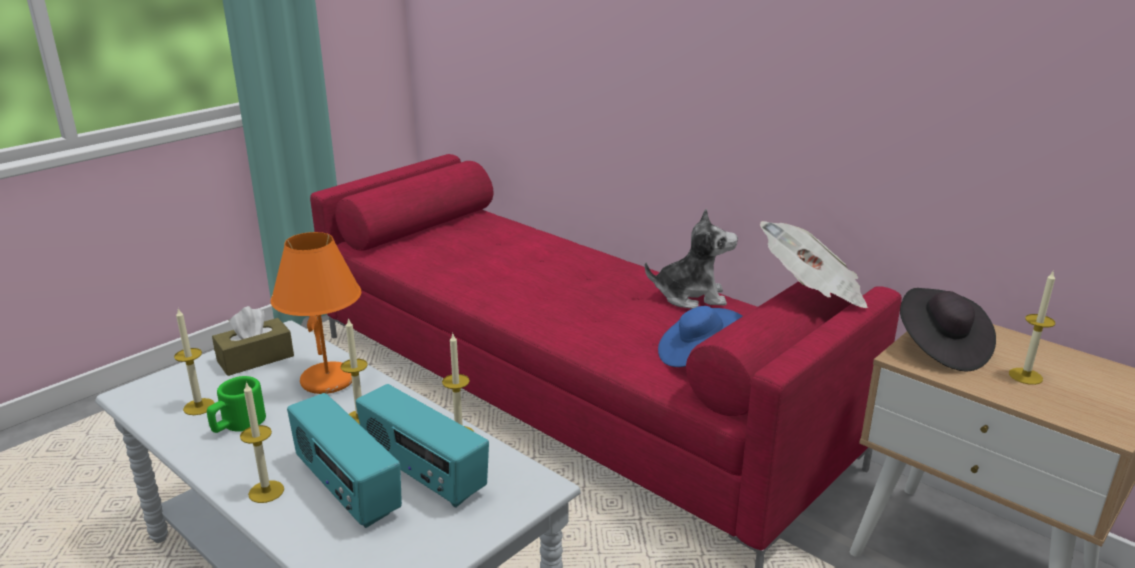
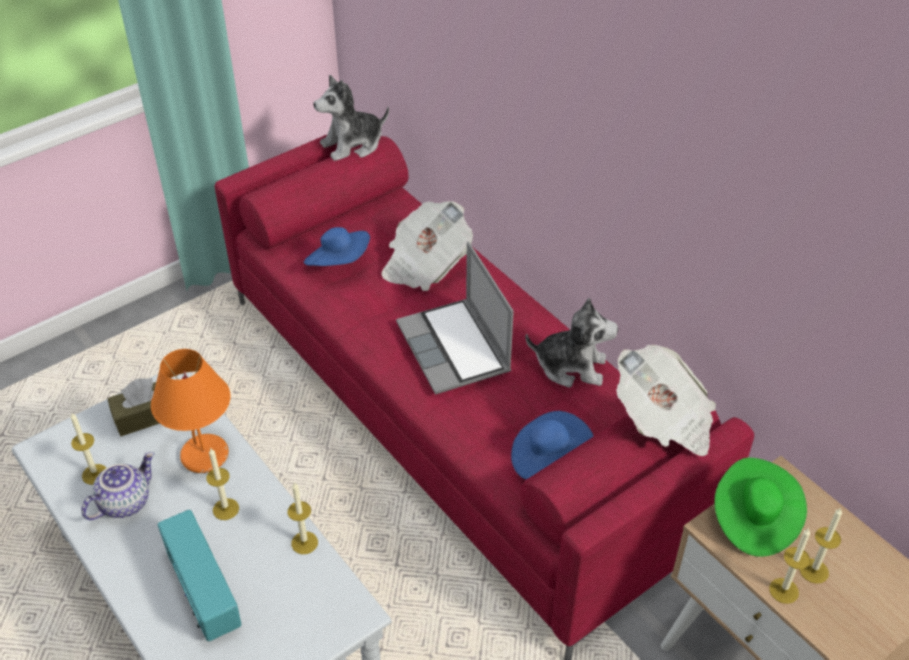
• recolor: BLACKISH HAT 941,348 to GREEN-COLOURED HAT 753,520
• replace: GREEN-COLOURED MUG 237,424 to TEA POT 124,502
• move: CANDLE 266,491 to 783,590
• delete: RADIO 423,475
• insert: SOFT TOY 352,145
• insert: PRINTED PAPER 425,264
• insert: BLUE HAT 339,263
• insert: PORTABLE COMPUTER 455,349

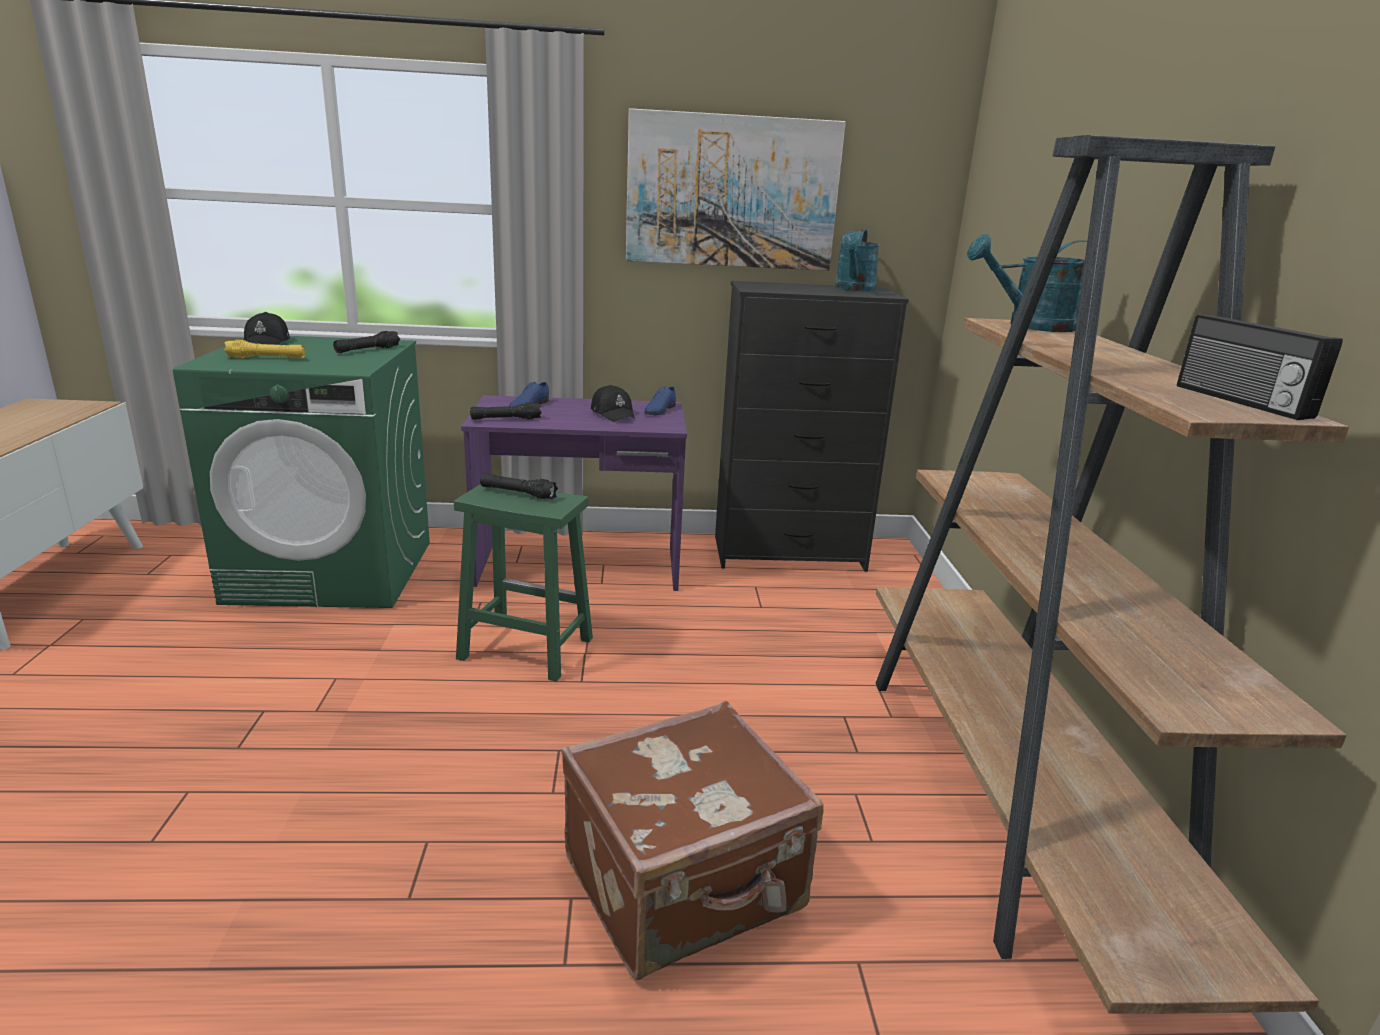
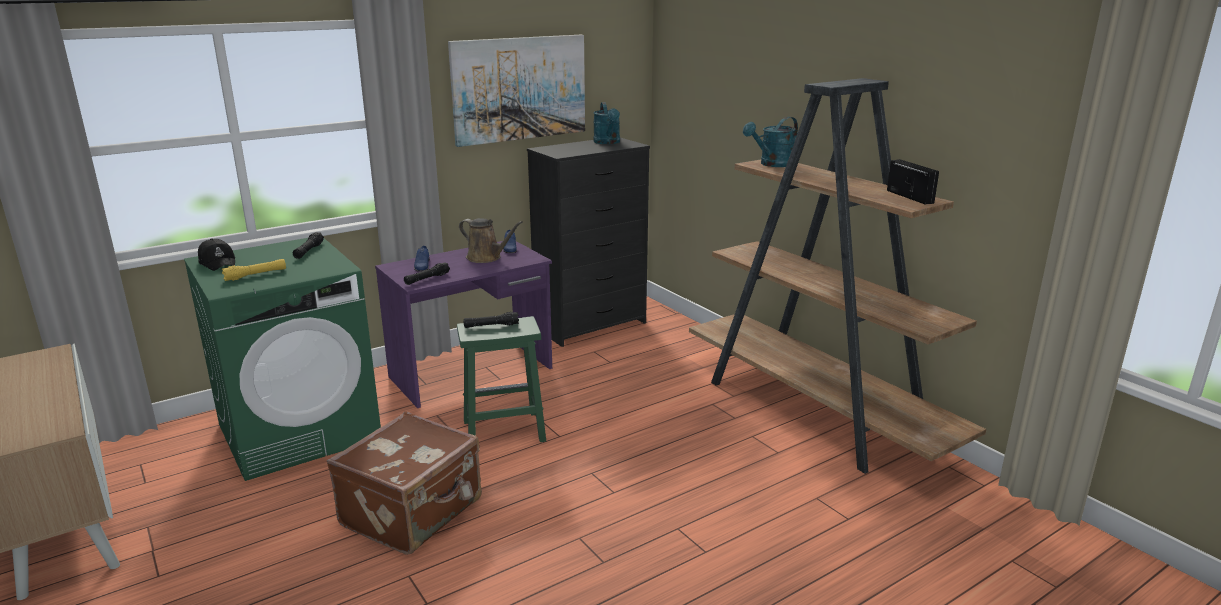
• rotate: RADIO 1239,401 = 910,196 150 degrees counterclockwise
• replace: BLACKISH PEAKED CAP 613,414 to BROWN-COLOURED WATERING POT 486,258
• move: BROWN-COLOURED PIECE OF LUGGAGE 685,886 to 414,513

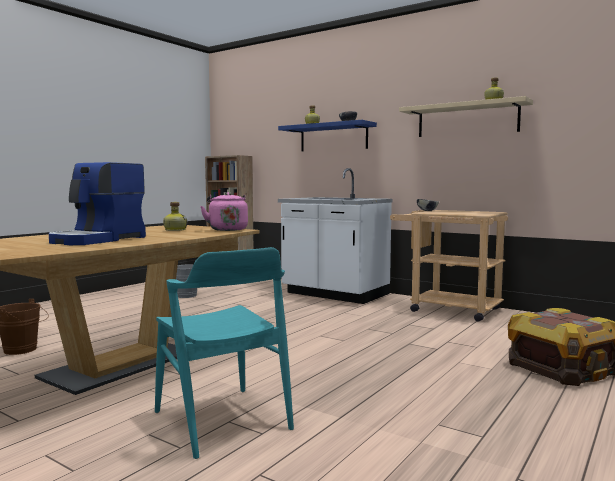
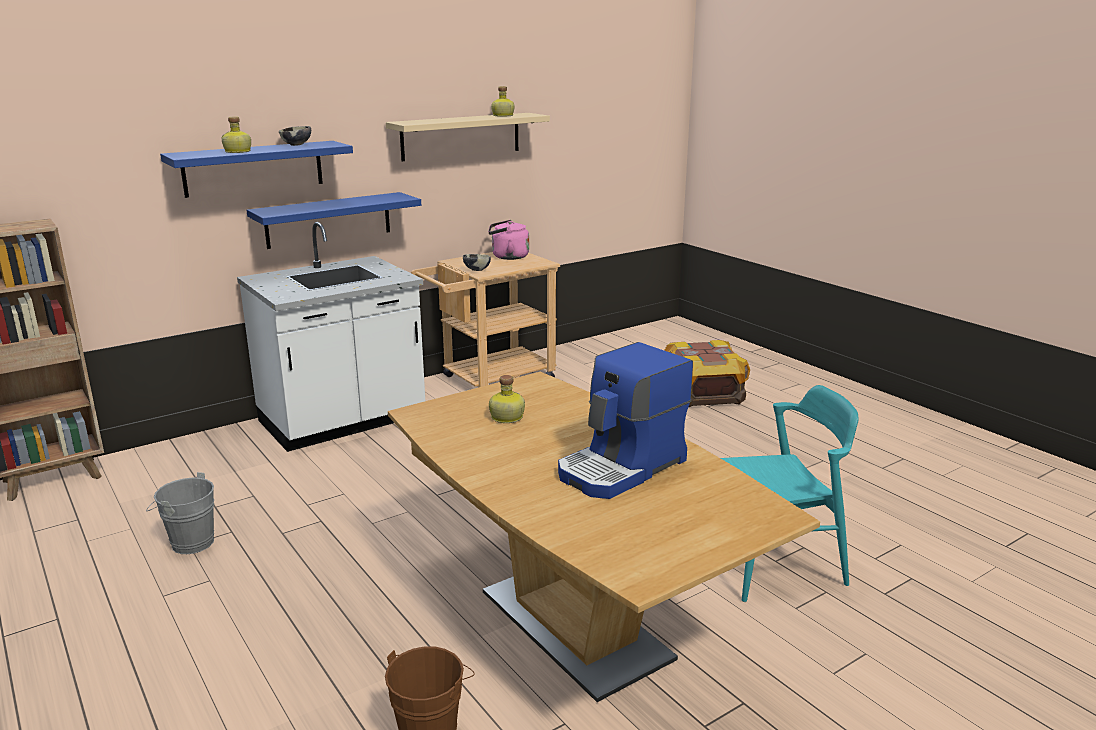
• rotate: COFFEE MAKER 99,240 = 622,468 90 degrees clockwise
• move: PINKISH WATER KETTLE 227,229 to 507,257
• insert: BLUE WALL SHELF 328,220

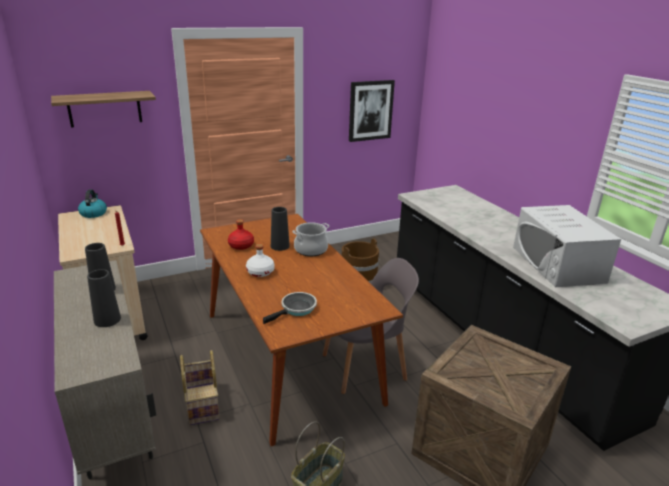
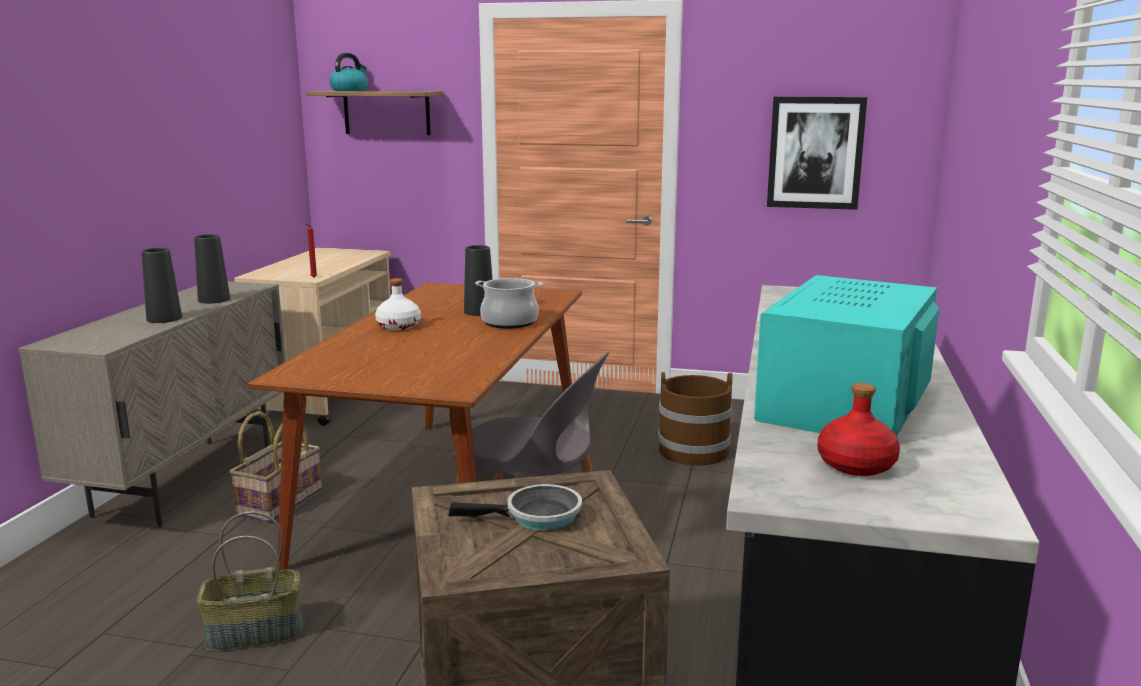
• move: WATER KETTLE 93,213 to 349,90
• recolor: WHITE-COLOURED KITCHEN MICROWAVE 557,264 to BLUE-GREEN KITCHEN MICROWAVE 844,402
• move: REDDISH BEVERAGE BOTTLE 241,245 to 857,465
• move: SKILLET 296,309 to 537,516

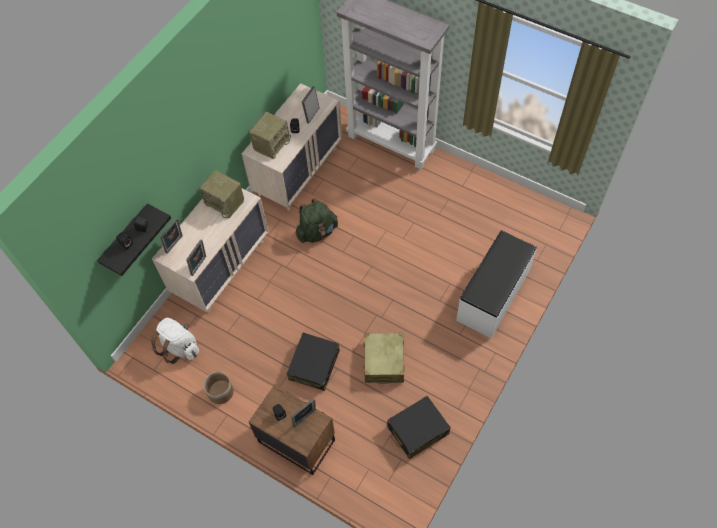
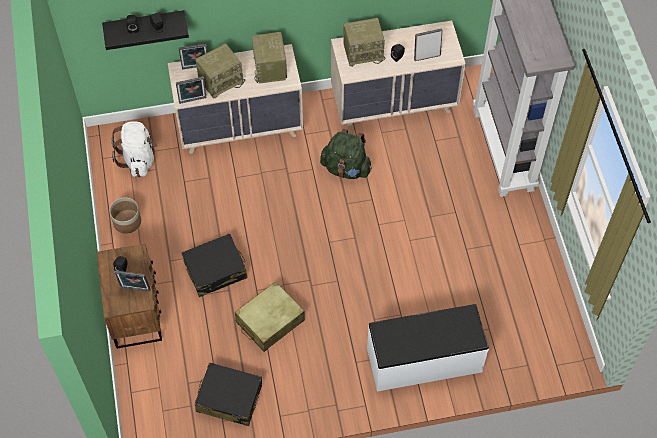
• insert: RADIO 221,80

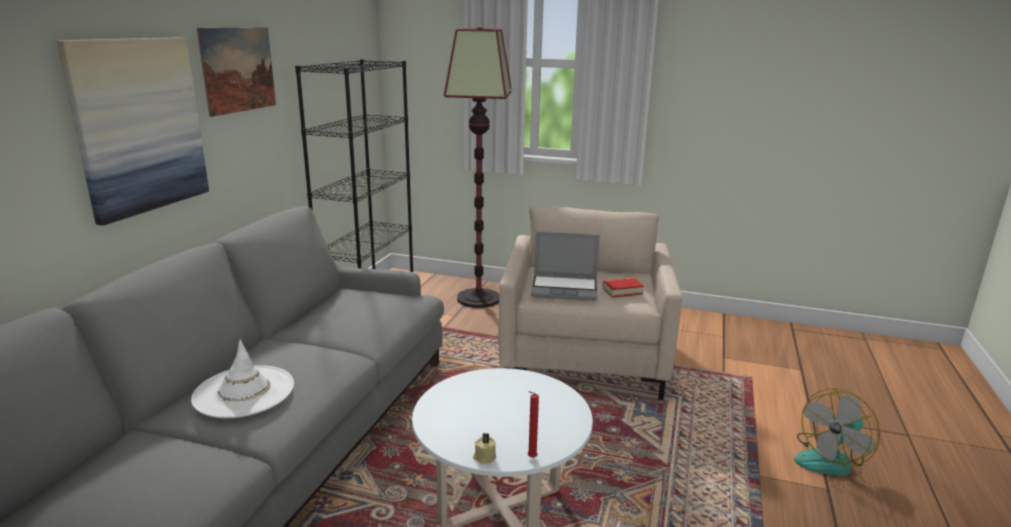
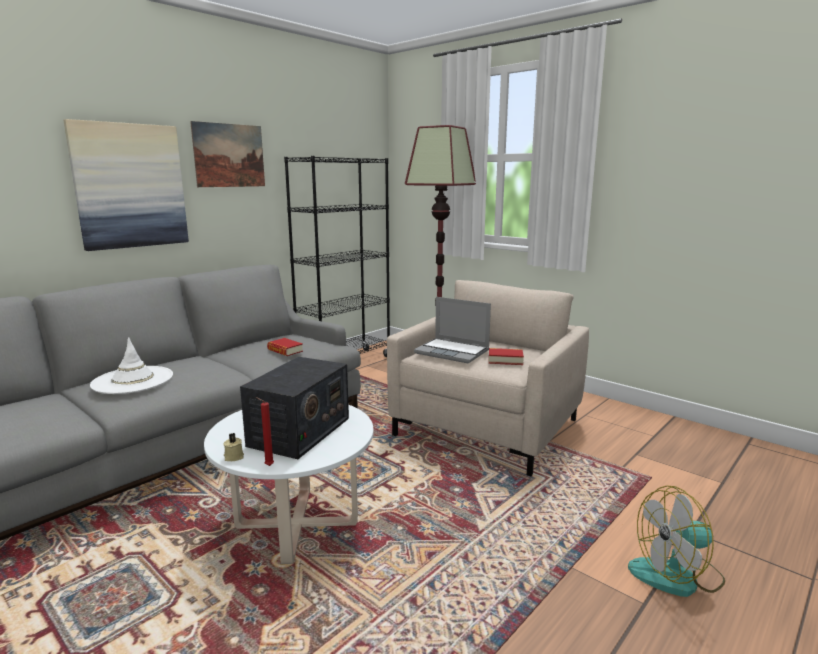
• insert: BOOK 285,350
• insert: RADIO 299,432

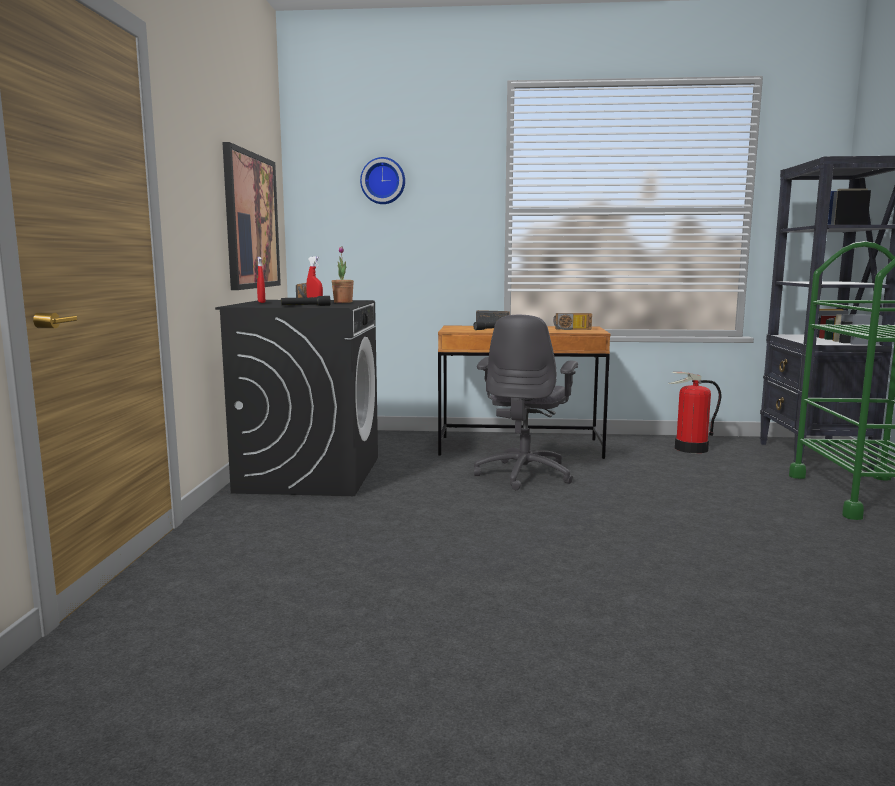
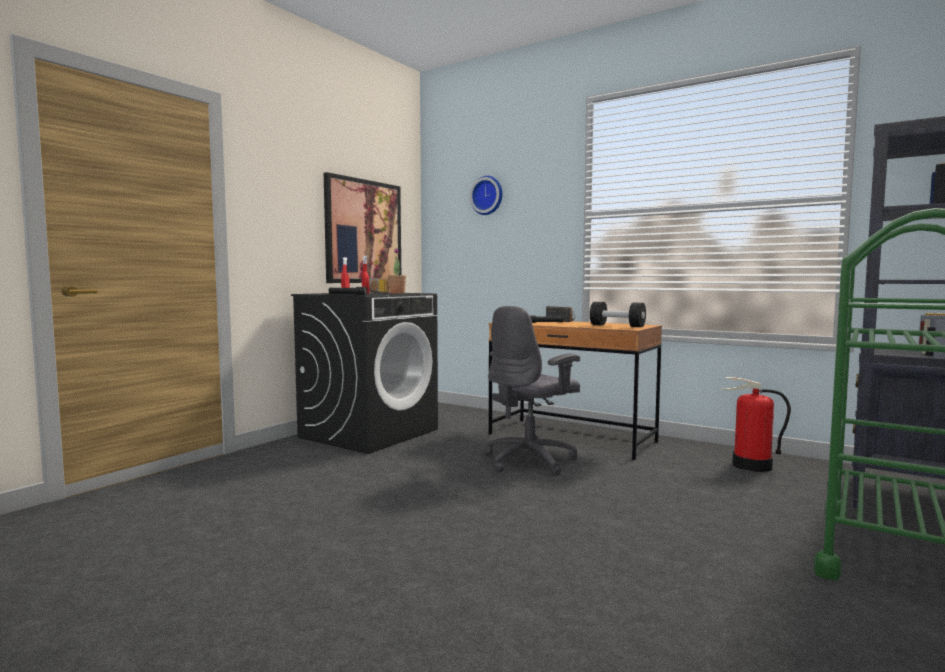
• replace: RADIO 572,329 to BLACKISH DUMBBELL 617,326

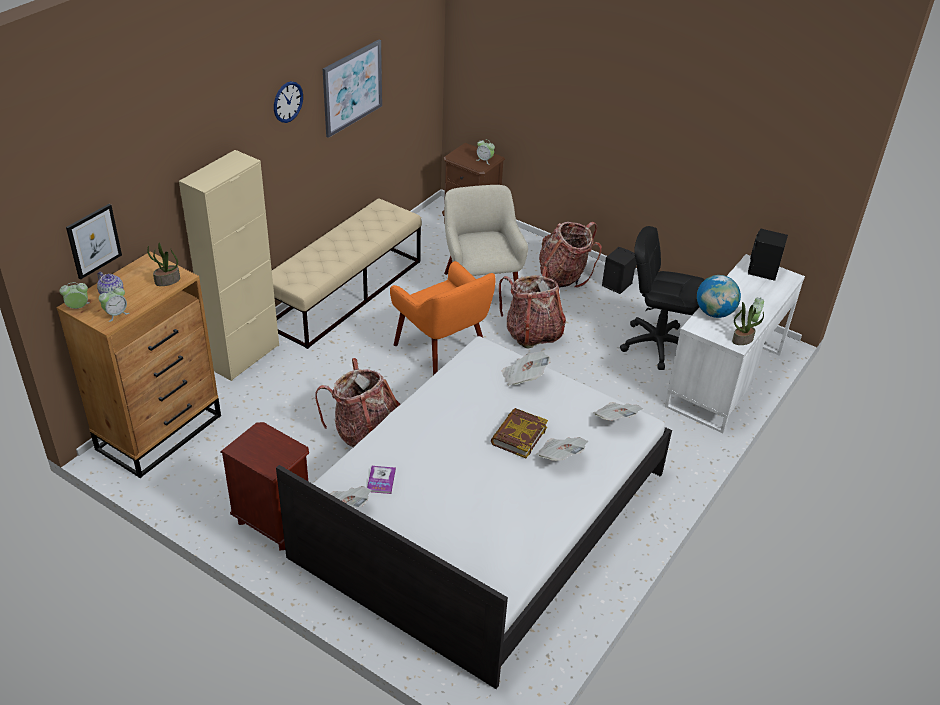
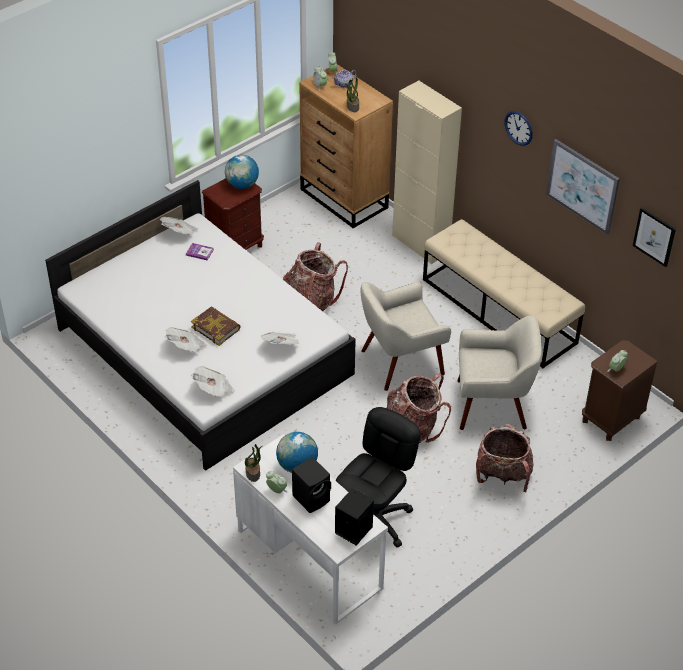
• move: WALL ART 93,241 to 654,236
• move: BLACKISH SPEAKER 616,284 to 312,498
• recolor: ORANGE EASY CHAIR 442,351 to BEIGE-COLOURED EASY CHAIR 400,361
• insert: GLOBE 242,185

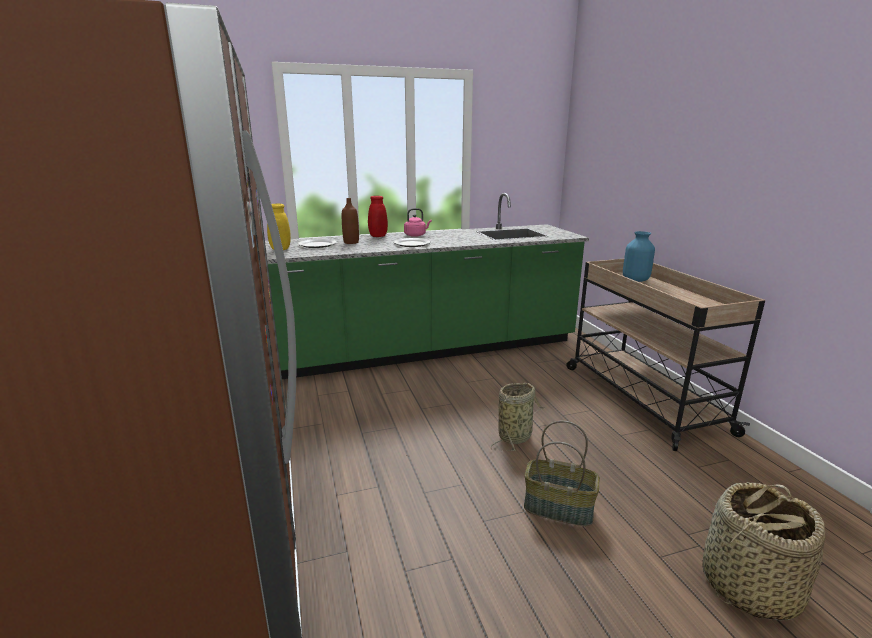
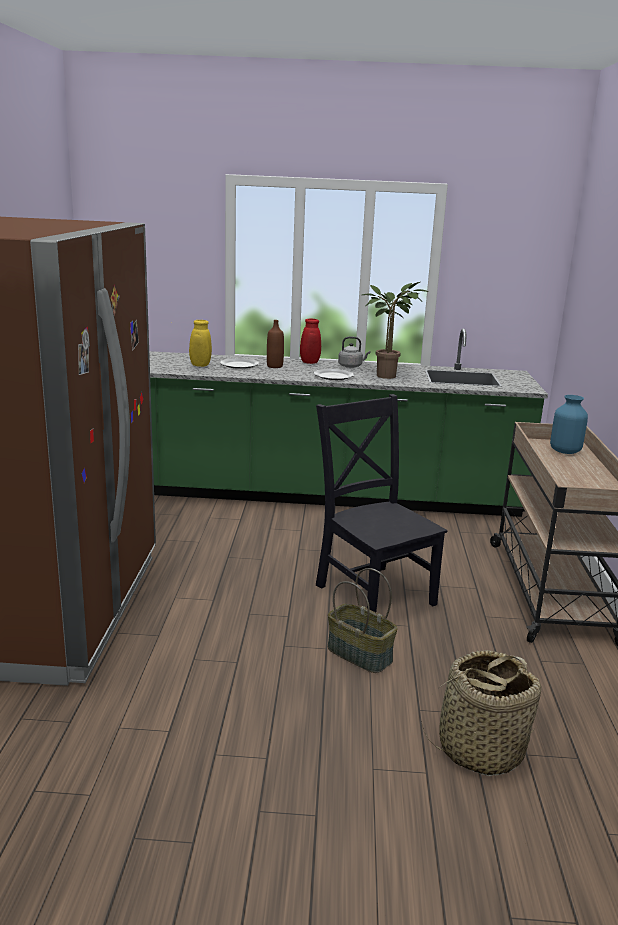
• recolor: PINKISH WATER KETTLE 416,235 to GREY WATER KETTLE 351,366
• replace: HOUSEHOLD BASKET 516,436 to BLACKISH PLAIN CHAIR 372,592
• insert: PLANT IN A POT 389,375

